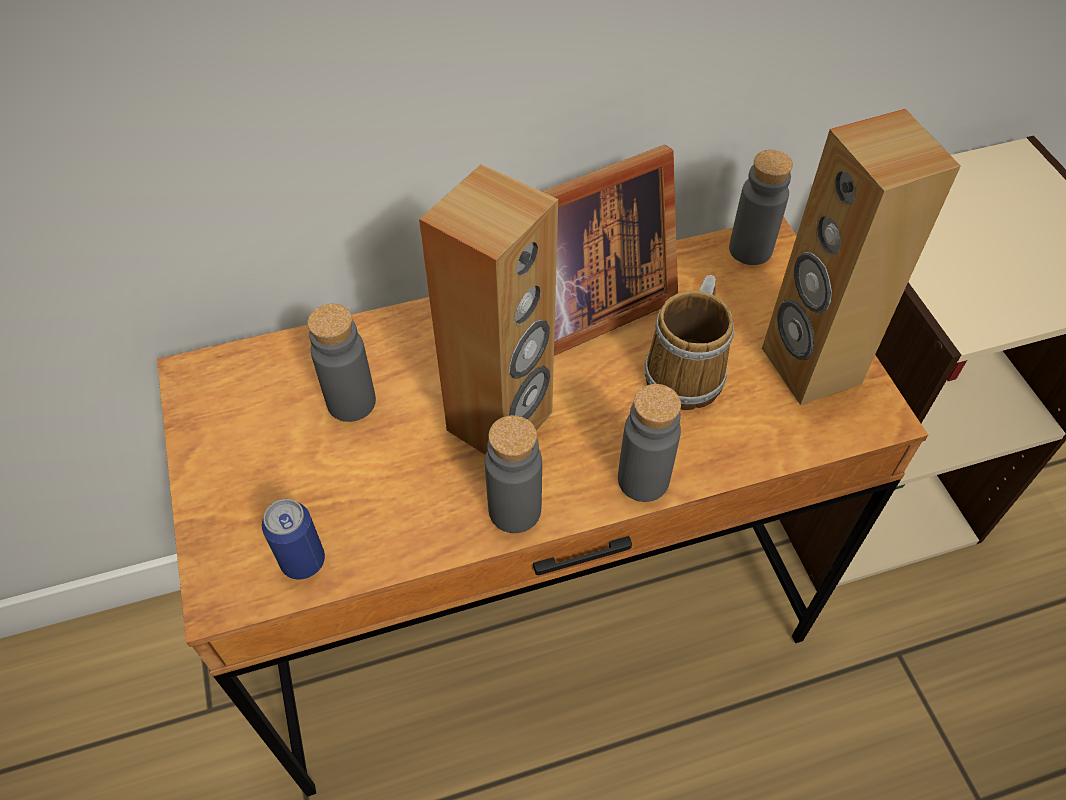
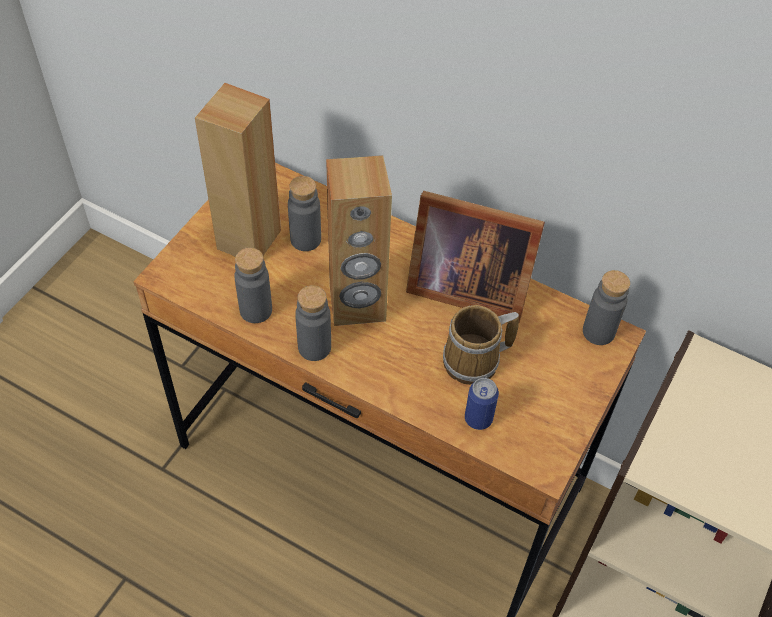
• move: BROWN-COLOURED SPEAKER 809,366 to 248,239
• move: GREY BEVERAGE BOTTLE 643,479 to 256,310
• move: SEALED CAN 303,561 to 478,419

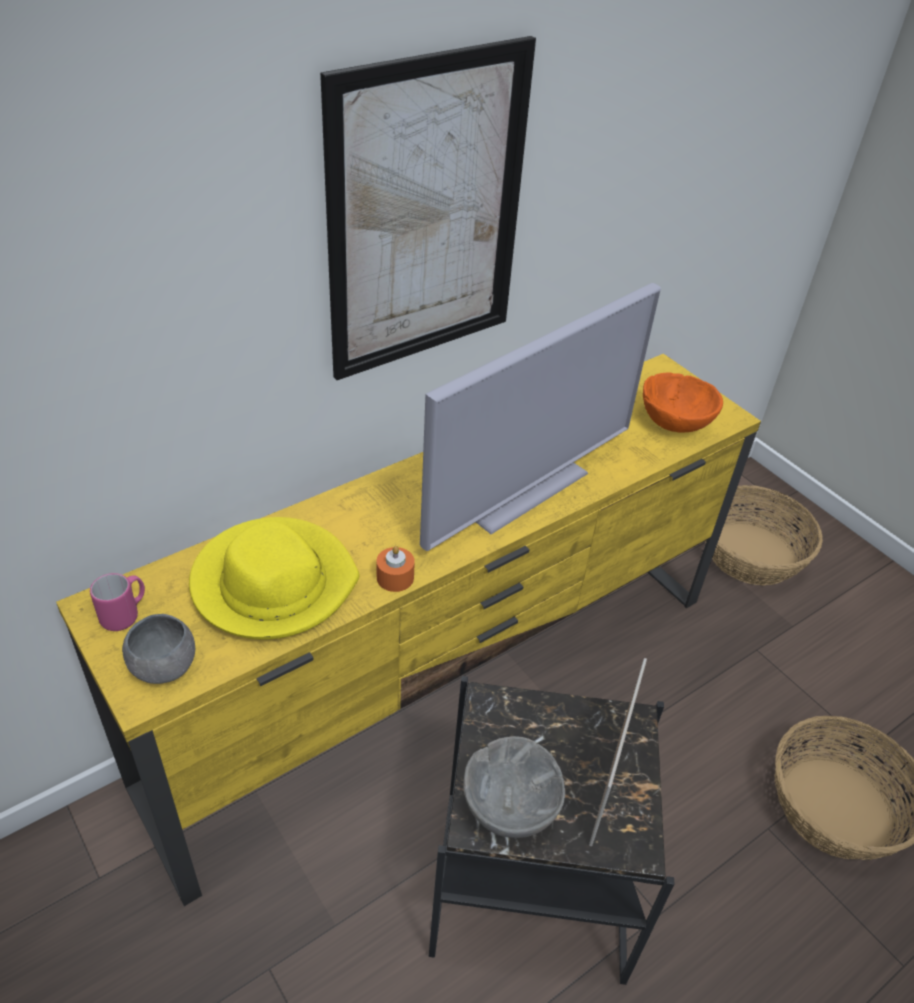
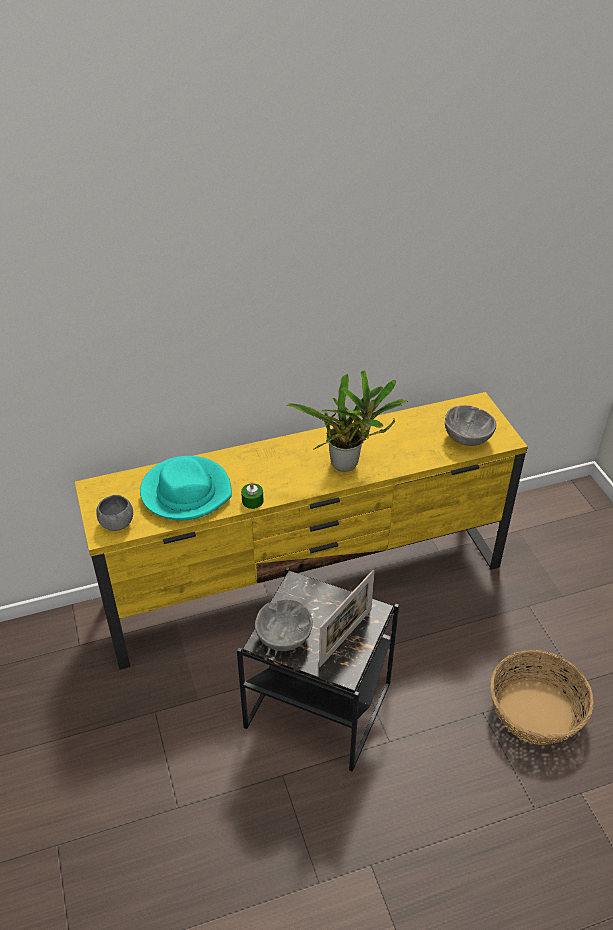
• delete: WALL ART 426,216
• replace: TV SET 523,489 to PLANT IN A POT 348,464
• recolor: ORANGE DEEP DISH 673,423 to GREY DEEP DISH 466,438
• delete: HOUSEHOLD BASKET 751,553
• recolor: YELLOW HAT 273,582 to BLUE-GREEN HAT 186,491
• recolor: ORANGE CANDLE 395,577 to GREEN-COLOURED CANDLE 252,501
• delete: PINKISH MUG 125,614

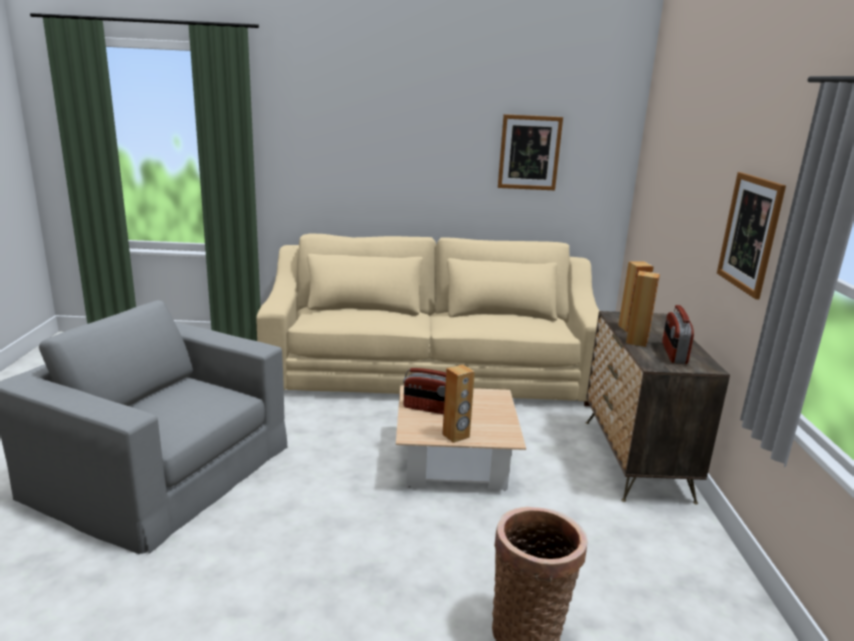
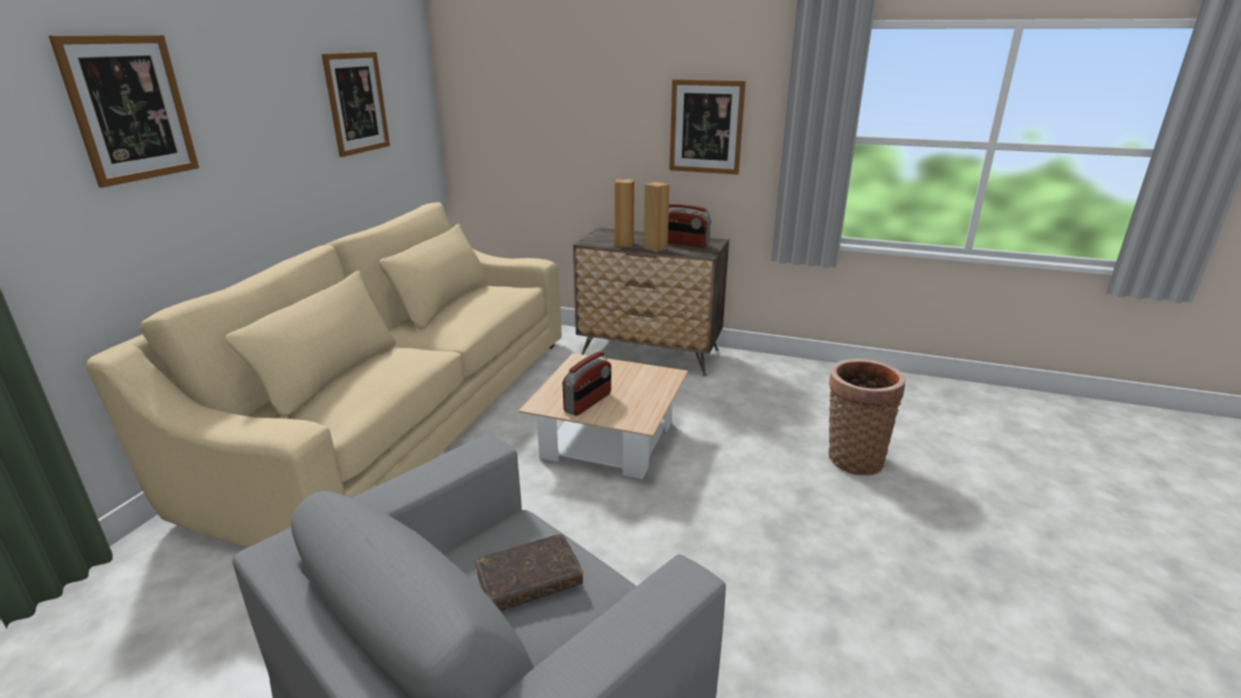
• delete: BROWN-COLOURED SPEAKER 456,436
• insert: WALL ART 130,109
• insert: BROWN-COLOURED BOOK 529,581

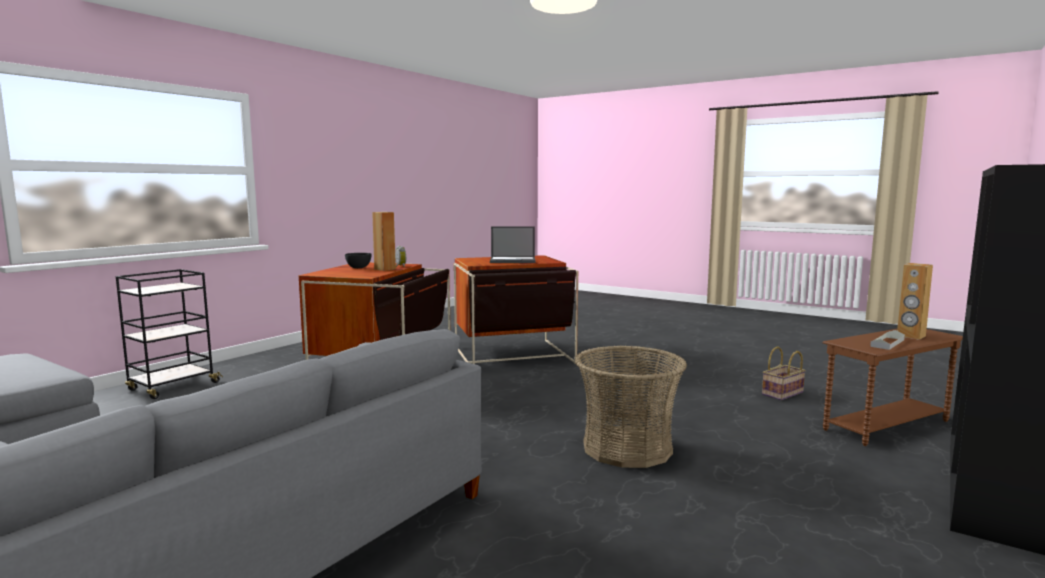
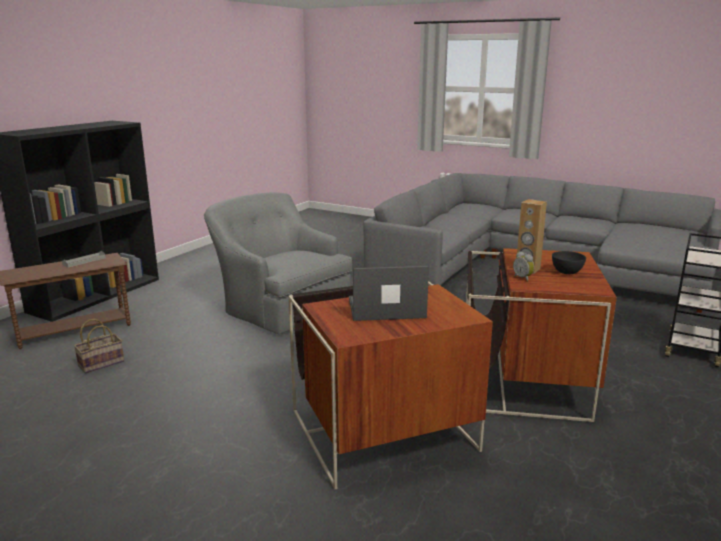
• delete: BROWN-COLOURED SPEAKER 911,336
• replace: HOUSEHOLD BASKET 627,448 to GREY EASY CHAIR 280,308

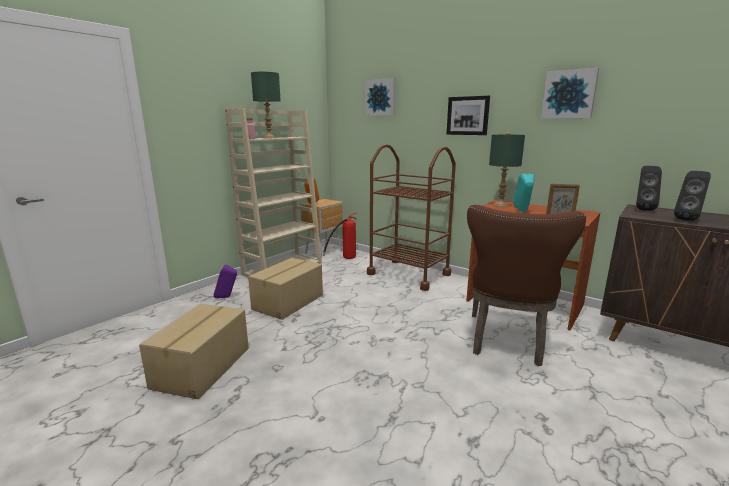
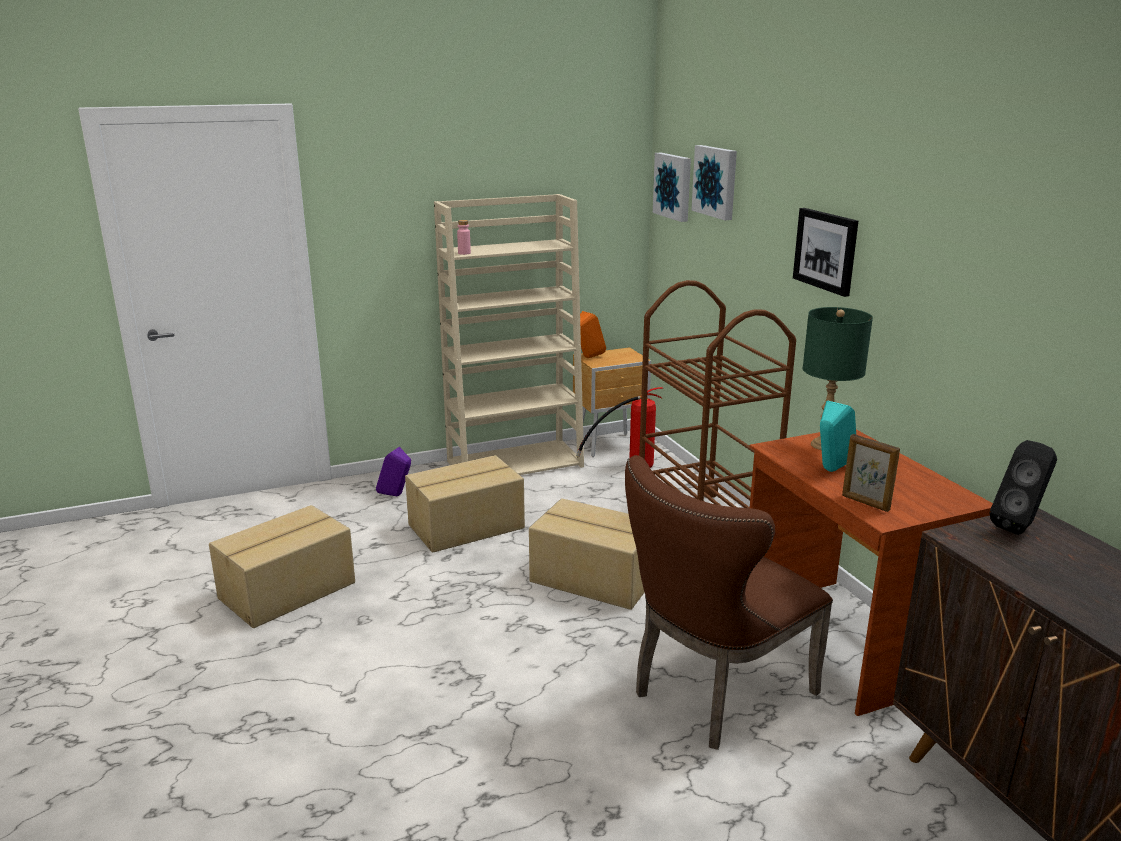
• move: WALL ART 569,94 to 674,186
• delete: GREEN-COLOURED LAMP FOR A TABLE 269,138
• delete: BLACKISH SPEAKER 687,219
• insert: CARDBOARD BOX 594,579

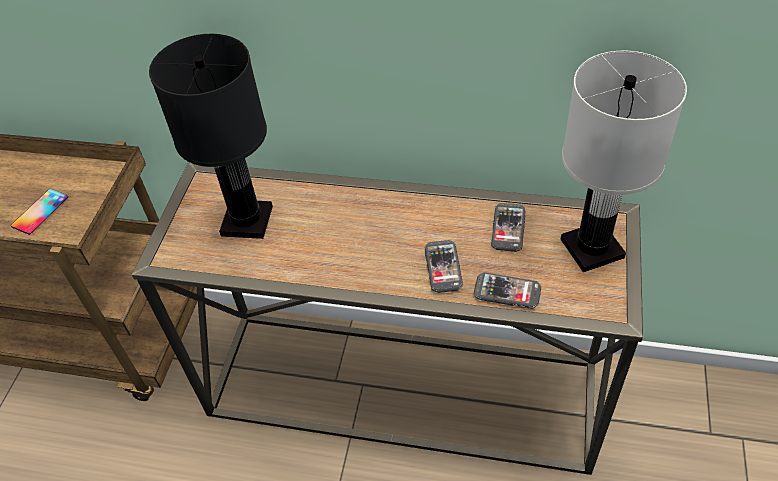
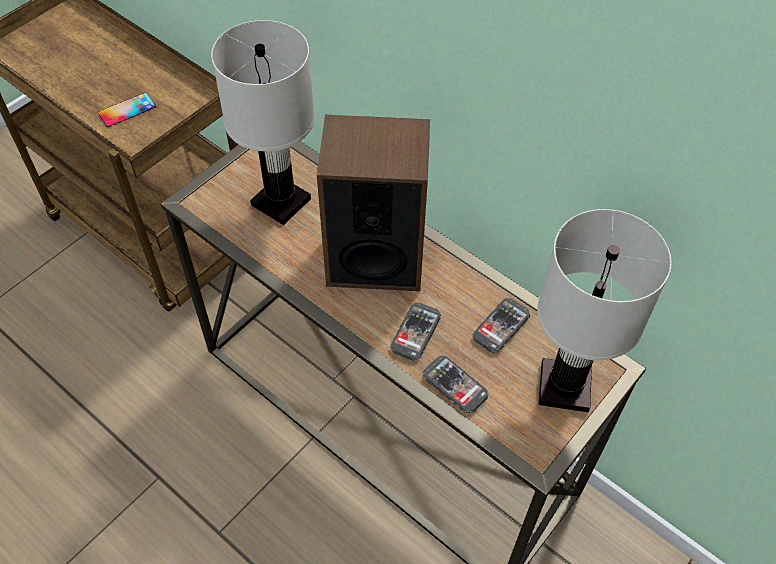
• recolor: BLACKISH LAMP FOR A TABLE 246,221 to WHITE-COLOURED LAMP FOR A TABLE 280,202
• insert: SPEAKER 375,259

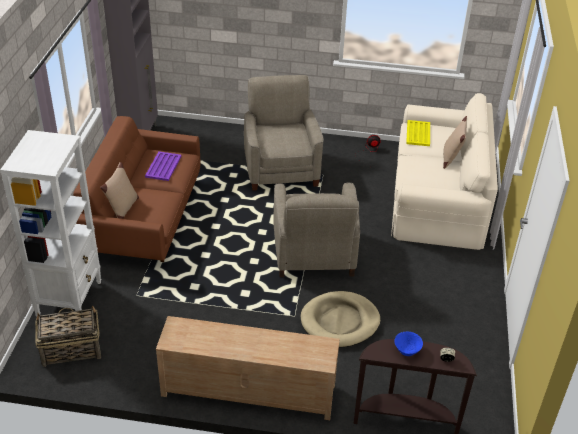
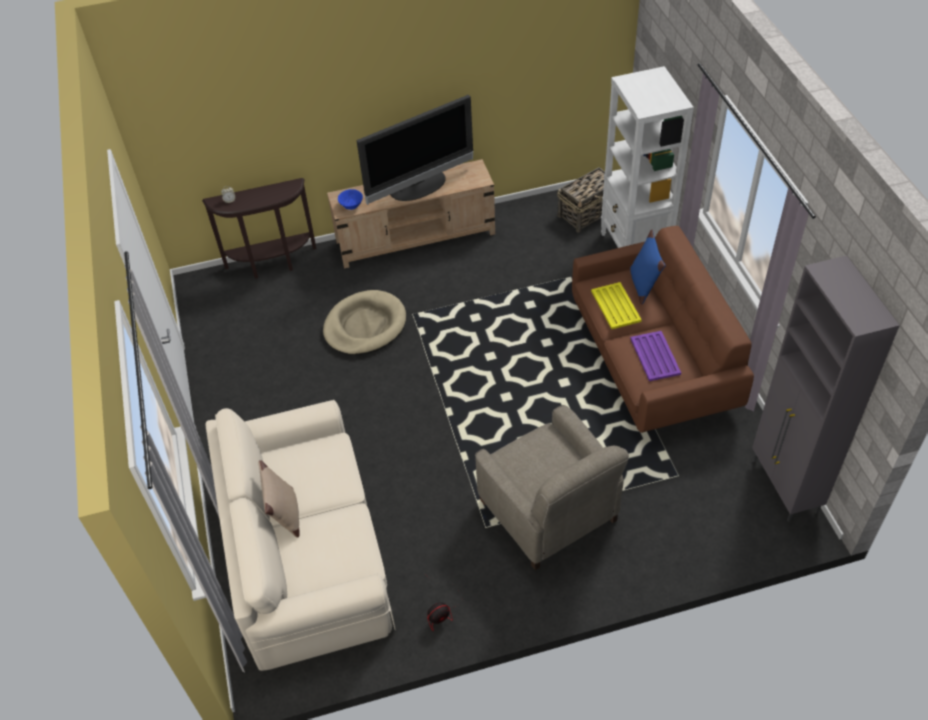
• move: YELLOW CARRYING TRAY 418,134 to 615,305
• recolor: BEIGE-COLOURED THROW PILLOW 122,209 to BLUE THROW PILLOW 643,285
• delete: BEIGE-COLOURED EASY CHAIR 314,254
• move: BLUE DEEP DISH 407,350 to 351,206
• insert: TV SET 419,187

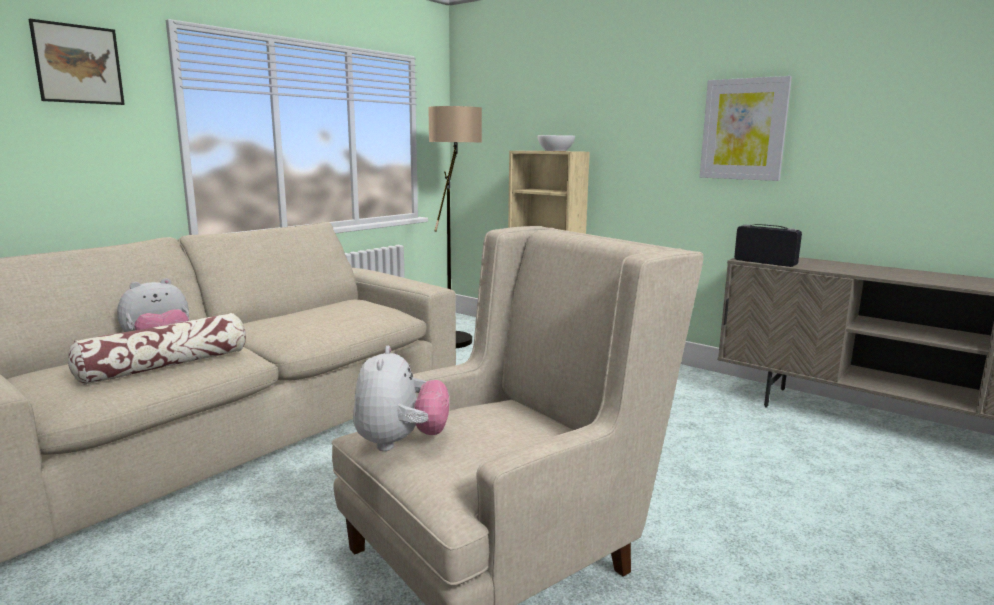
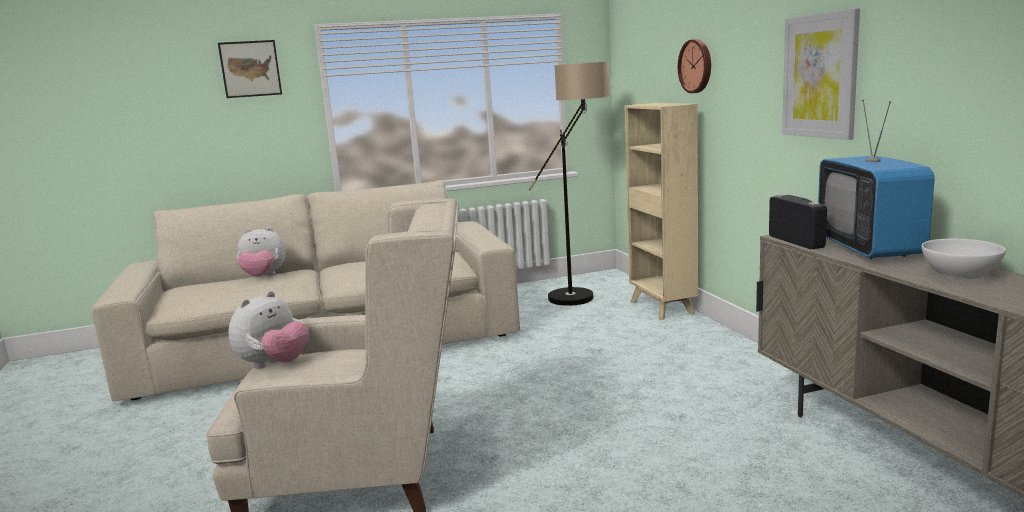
• move: WHITE-COLOURED DEEP DISH 555,151 to 959,273
• delete: THROW PILLOW 166,366
• insert: WALL CLOCK 696,66
• insert: TV SET 869,249

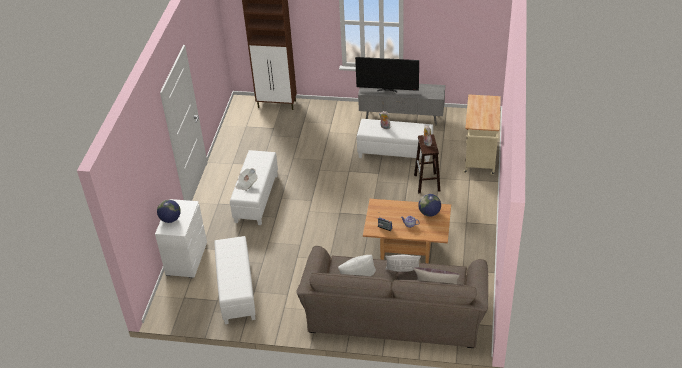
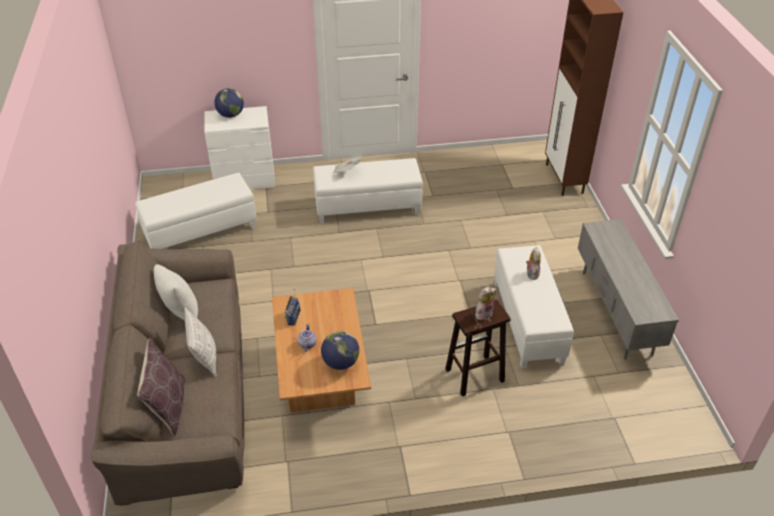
• delete: TV SET 387,90
• delete: BEIGE-COLOURED WHEELED CART 480,161

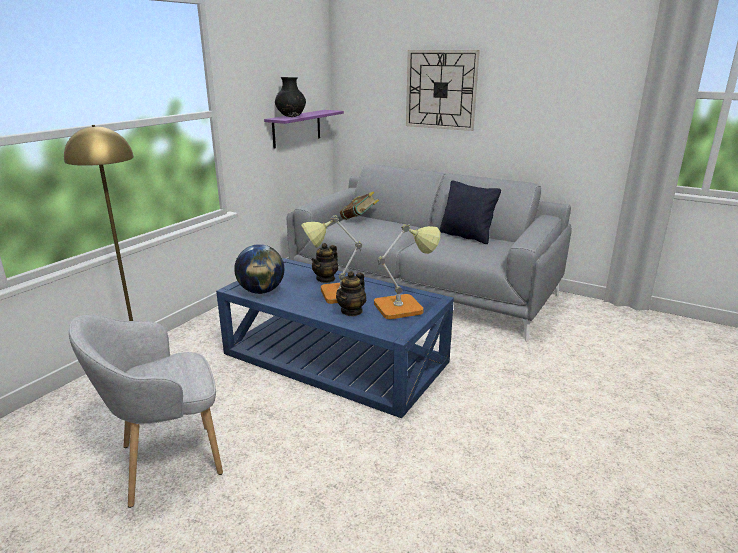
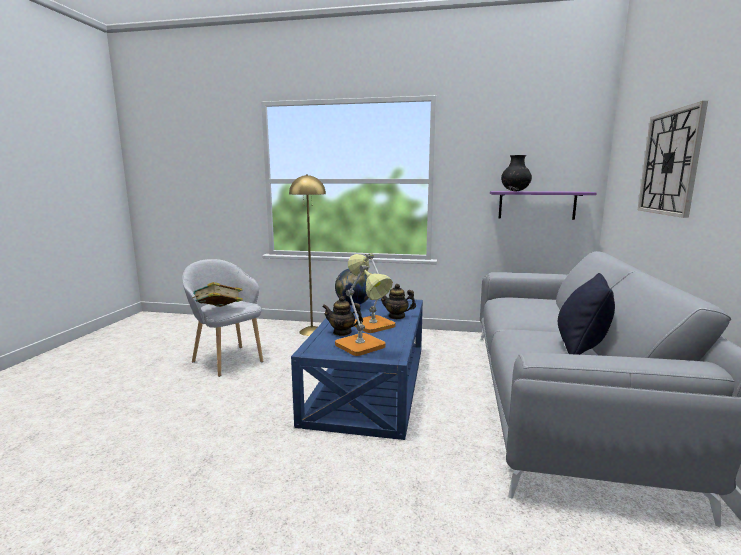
• move: BOOK 359,220 to 218,311

